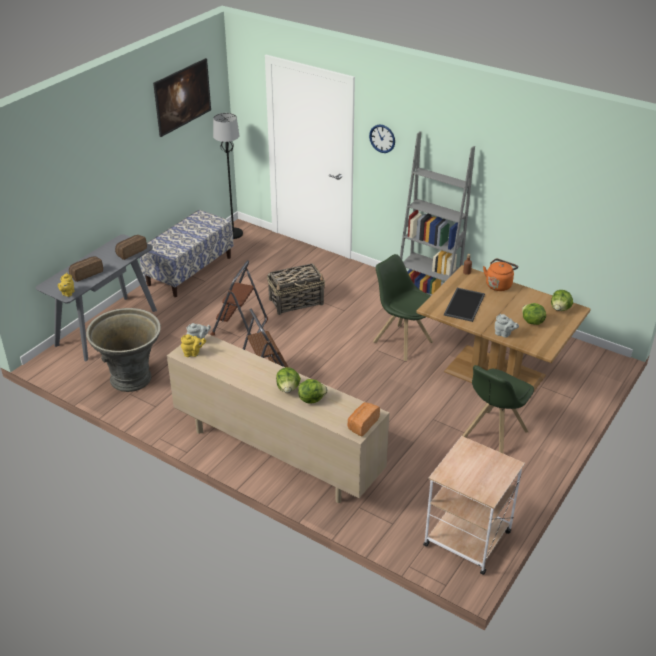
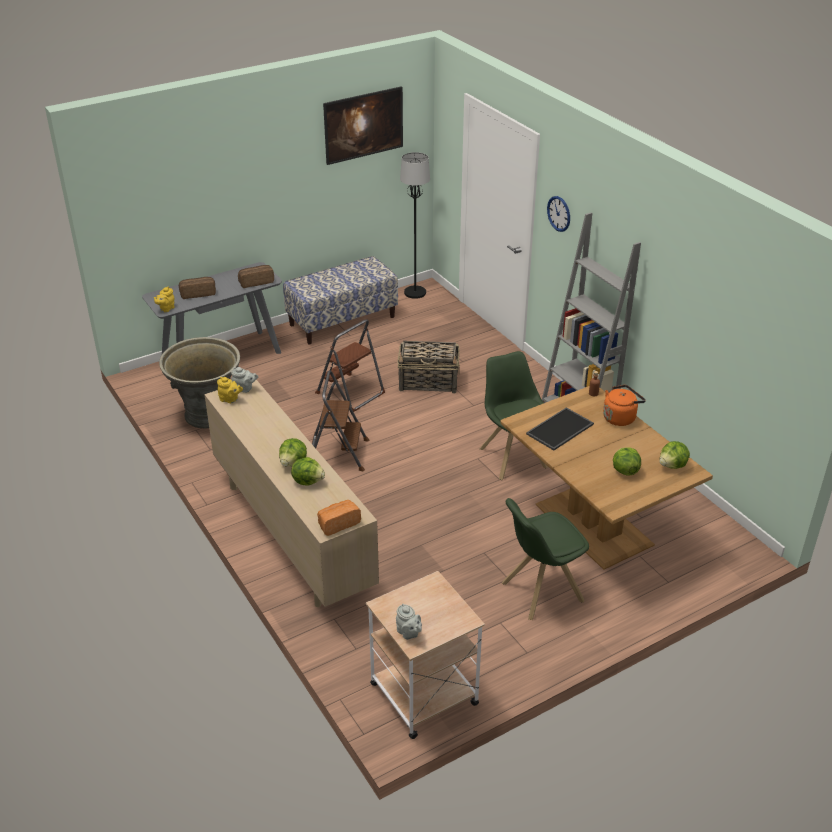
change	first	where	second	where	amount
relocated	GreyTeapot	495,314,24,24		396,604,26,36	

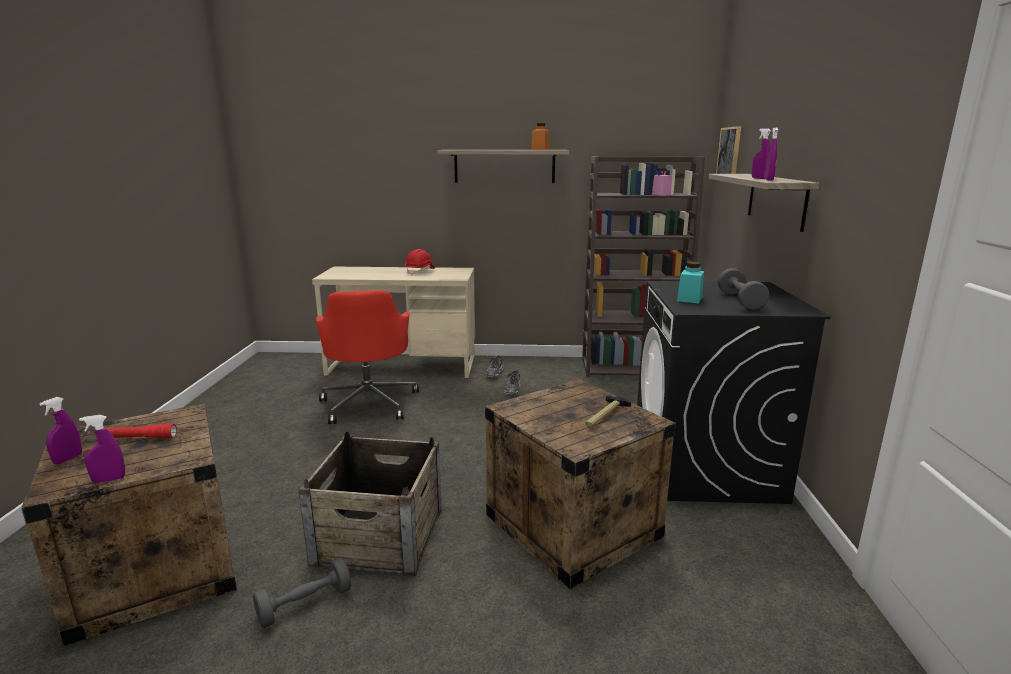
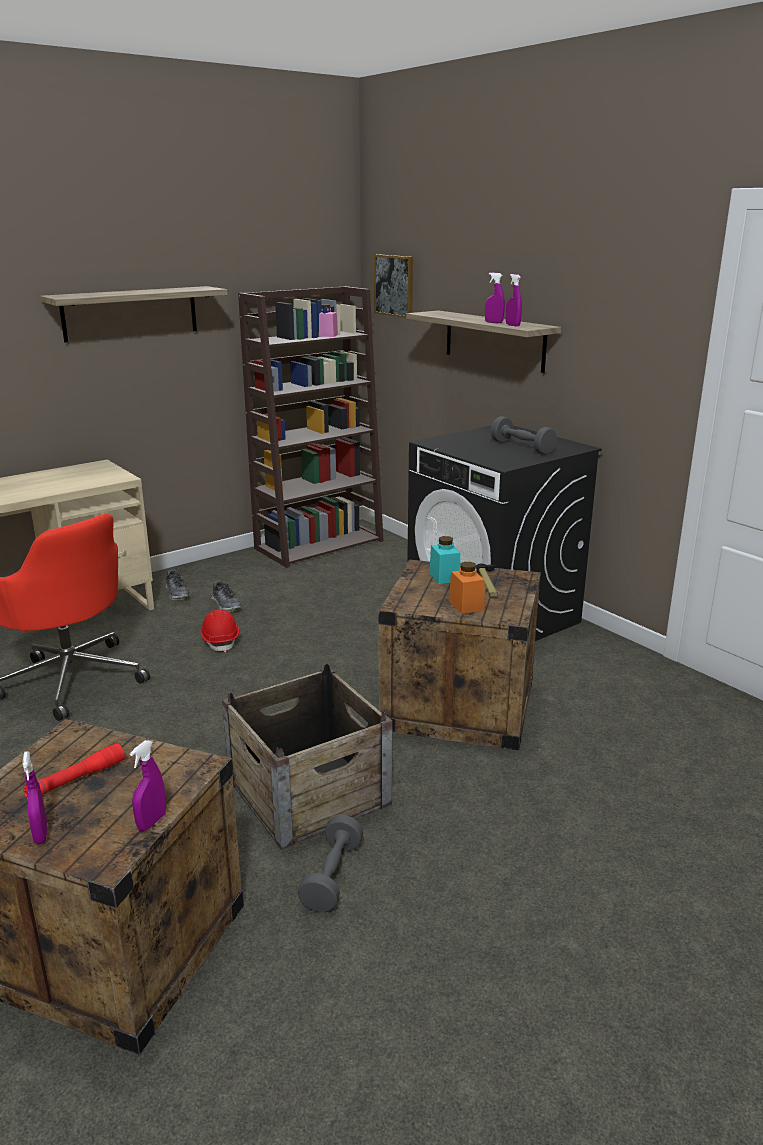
change	first	where	second	where	amount
relocated	RedHardHat	405,249,30,26		200,609,39,43	
relocated	OrangeJar	531,123,19,27		449,562,36,52	
relocated	TurquoiseJar	677,262,27,41		429,536,32,48	

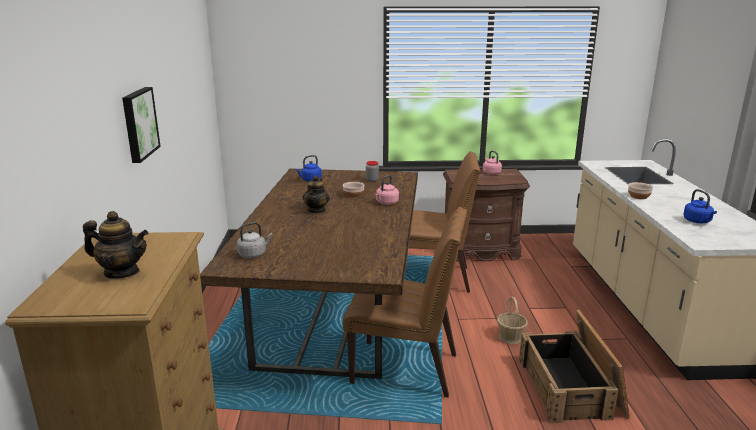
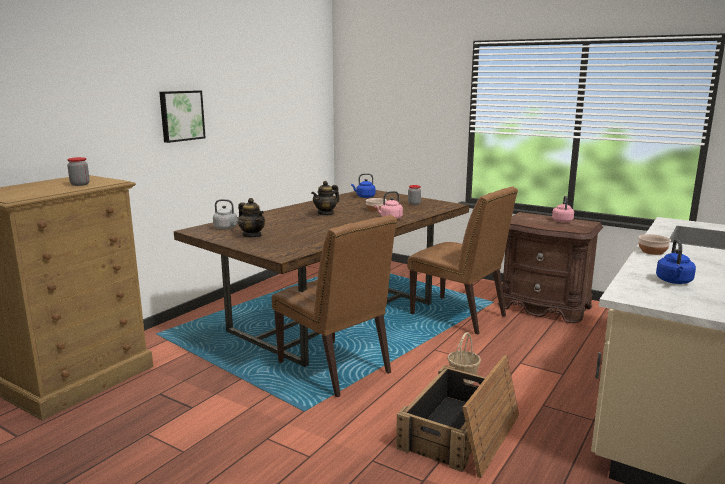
change	first	where	second	where	amount
relocated	Teapot	83,211,66,68		238,198,27,39	
appeared			Jar	67,157,23,29	

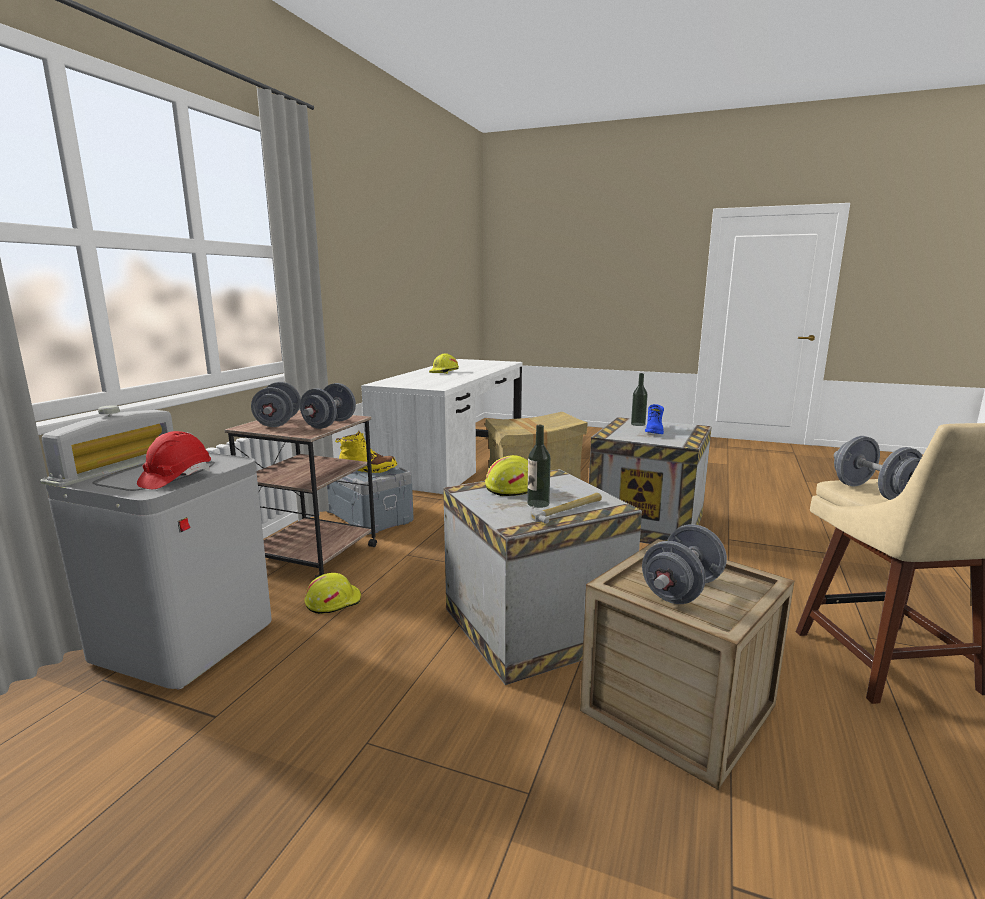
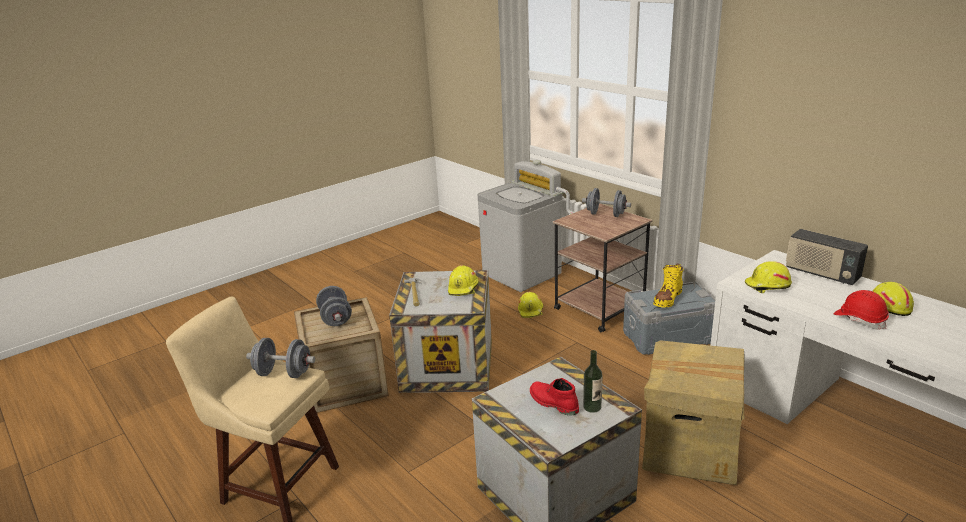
change	first	where	second	where	amount
relocated	RedHardHat	137,431,74,58		834,290,55,40	
missing	GreyDumbbell	300,383,56,46			
missing	Bottle	527,425,24,83			
colour	BlueBoot	645,404,19,30	RedBoot	530,378,49,38	
appeared			YellowHardHat	745,261,47,32	
appeared			Radio	786,229,82,56	

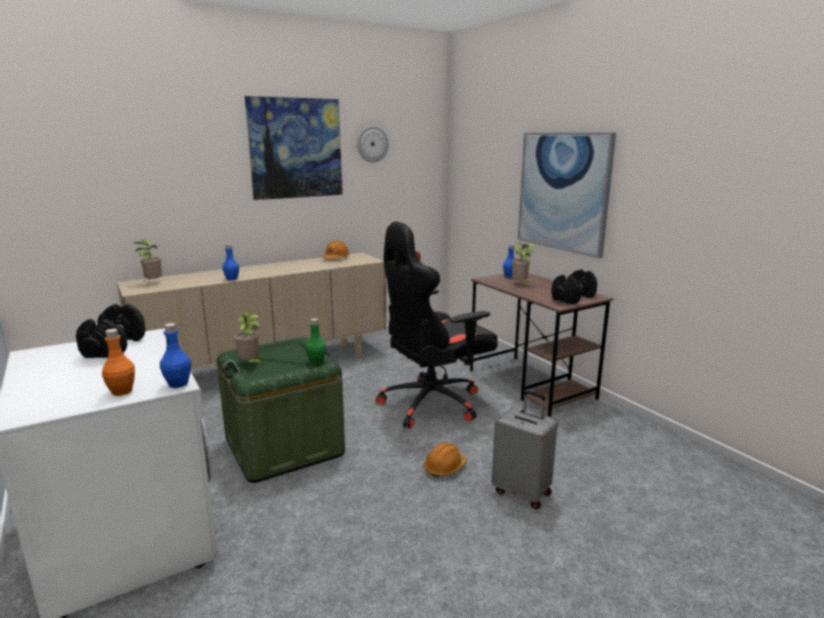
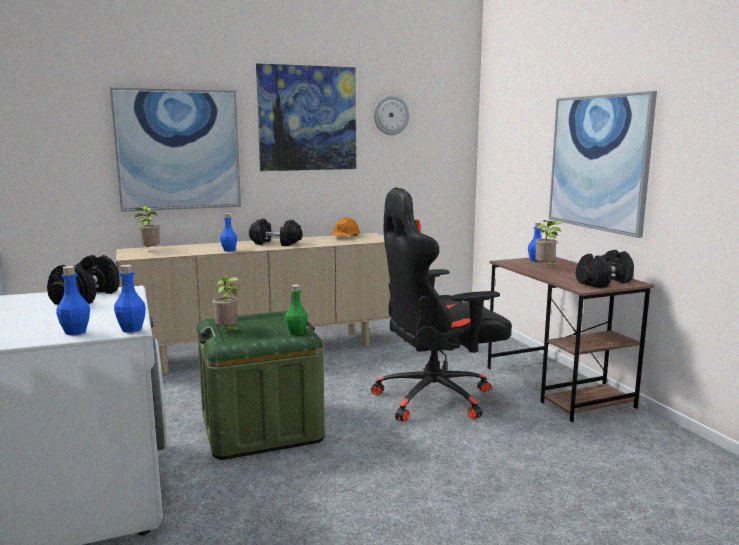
change	first	where	second	where	amount
colour	OrangeBottle	102,329,33,67	BlueBottle	56,266,34,69	
missing	OrangeHardHat	424,442,43,35			
missing	GreySuitcase	492,390,66,119			
appeared			Picture	110,88,131,124	
appeared			BlackDumbbell	249,219,54,27	

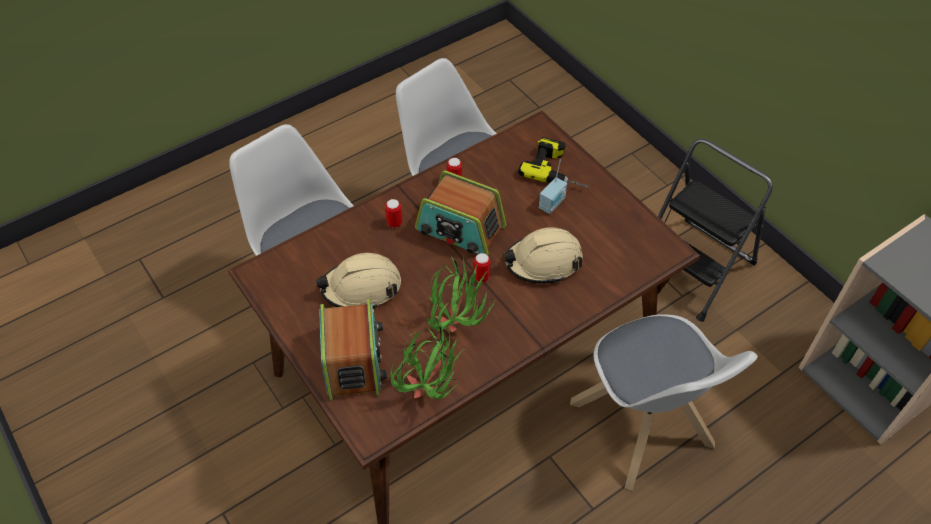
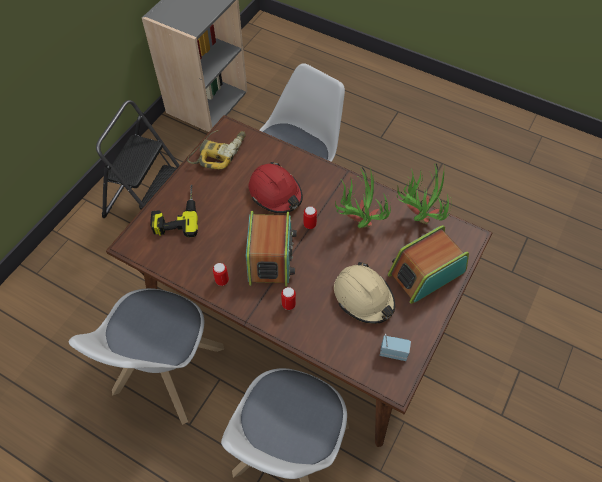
change	first	where	second	where	amount
colour	BeigeHardHat	503,227,79,56	RedHardHat	249,162,54,51	
relocated	Radio	539,159,28,55		380,334,31,27	
appeared			PowerDrill	187,130,59,39	

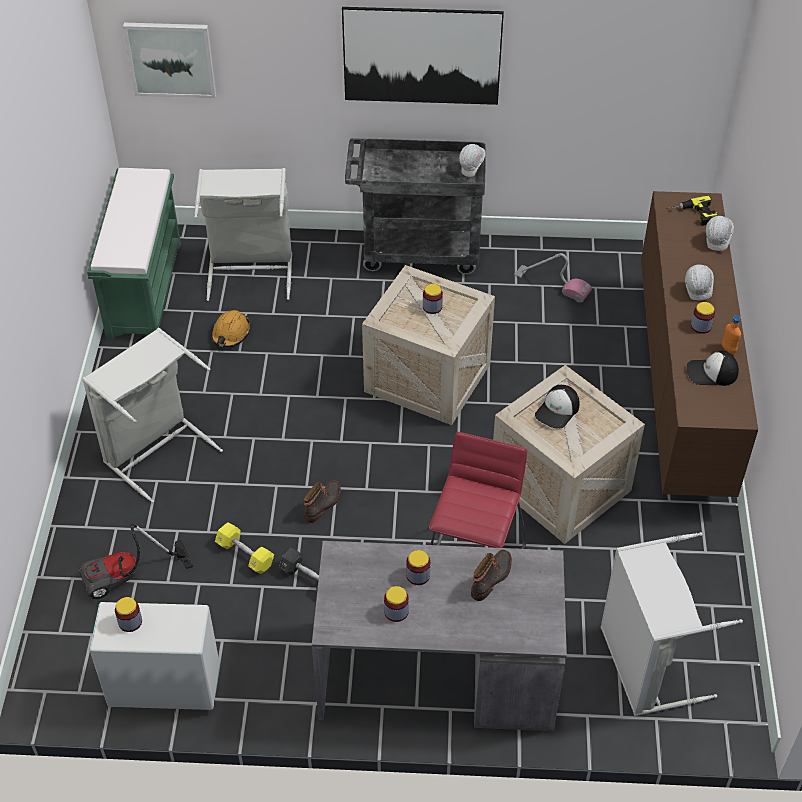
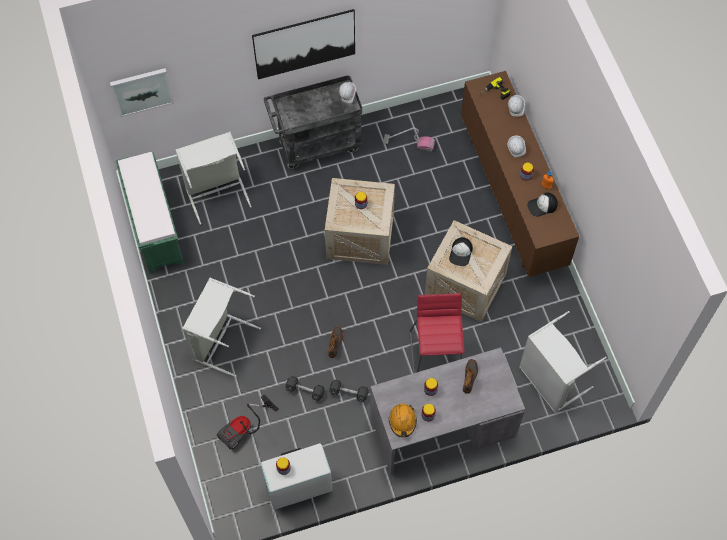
change	first	where	second	where	amount
relocated	OrangeHardHat	211,310,40,37		389,403,28,34	
colour	YellowDumbbell	215,522,59,52	BlackDumbbell	285,376,40,25	

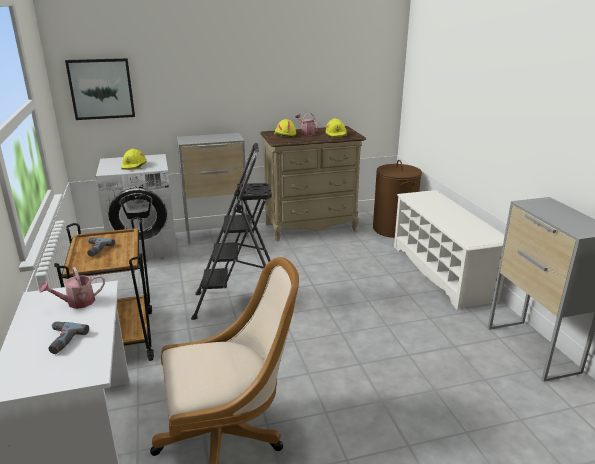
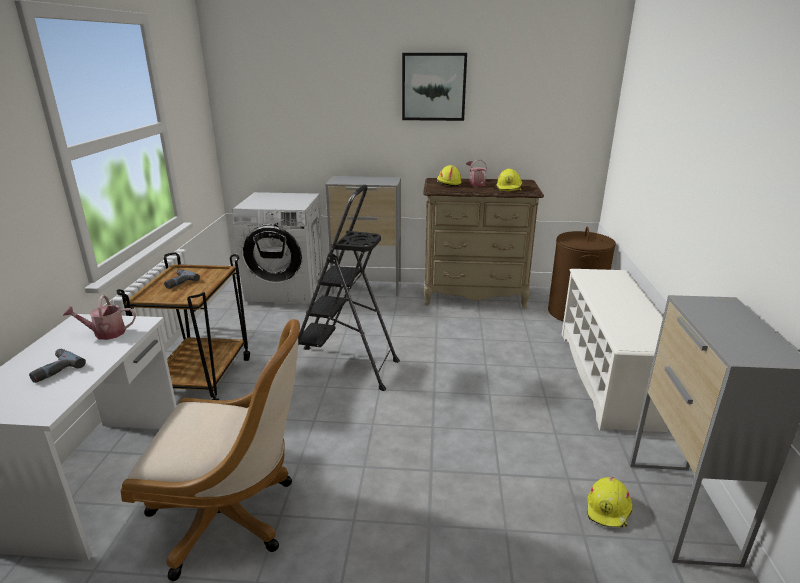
change	first	where	second	where	amount
relocated	Picture	65,58,70,62		402,53,65,68	
relocated	YellowHardHat	121,149,26,21		587,477,46,50	

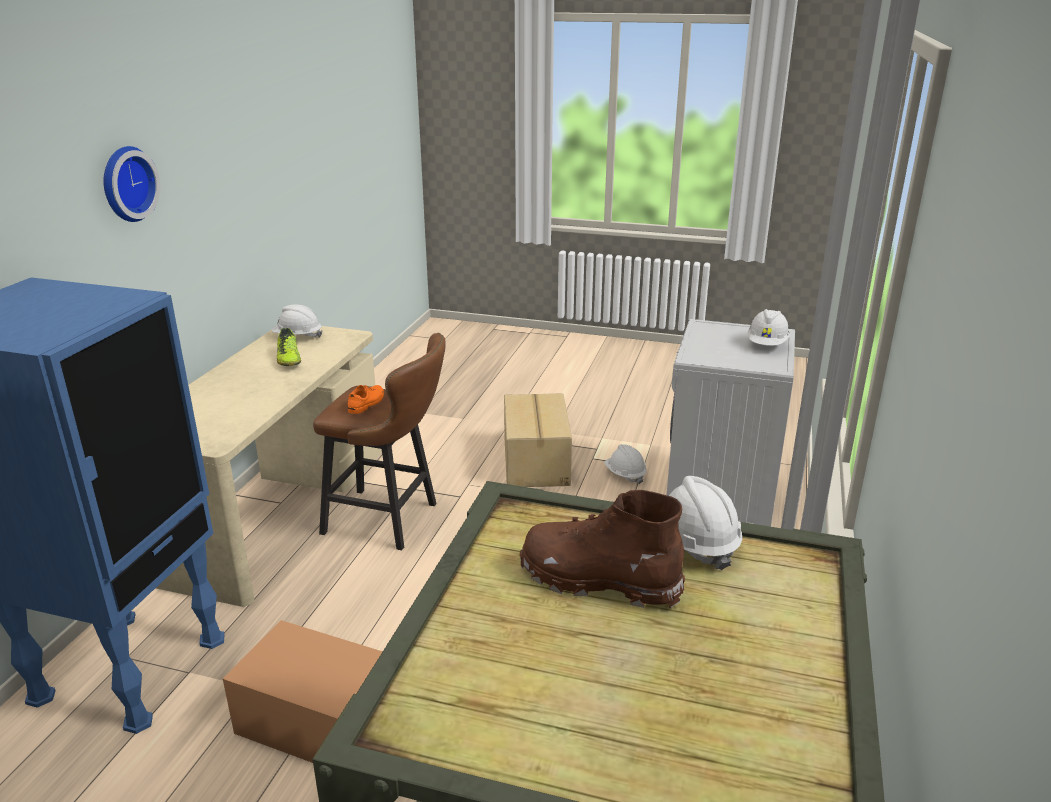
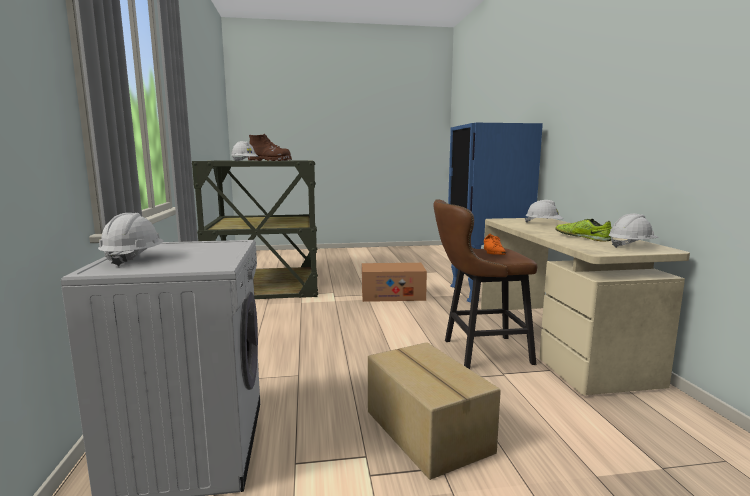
change	first	where	second	where	amount
missing	WallClock	103,146,57,76			
relocated	WhiteHardHat	604,444,43,40		525,200,38,23	

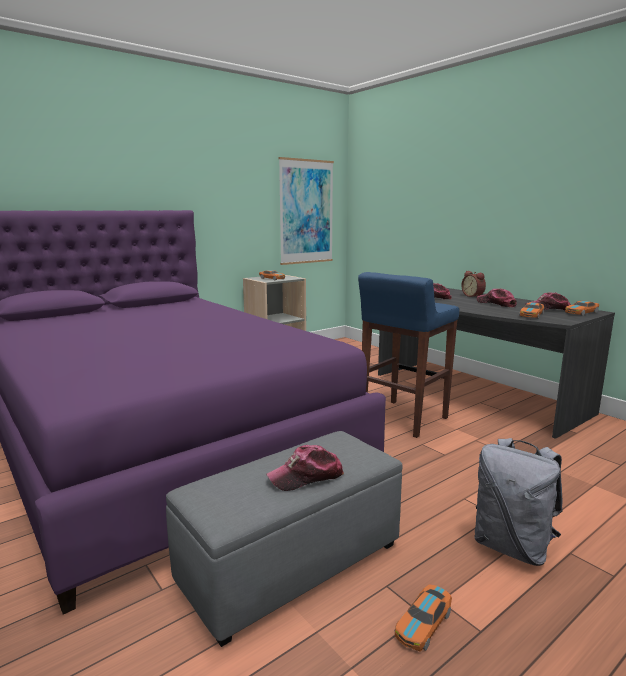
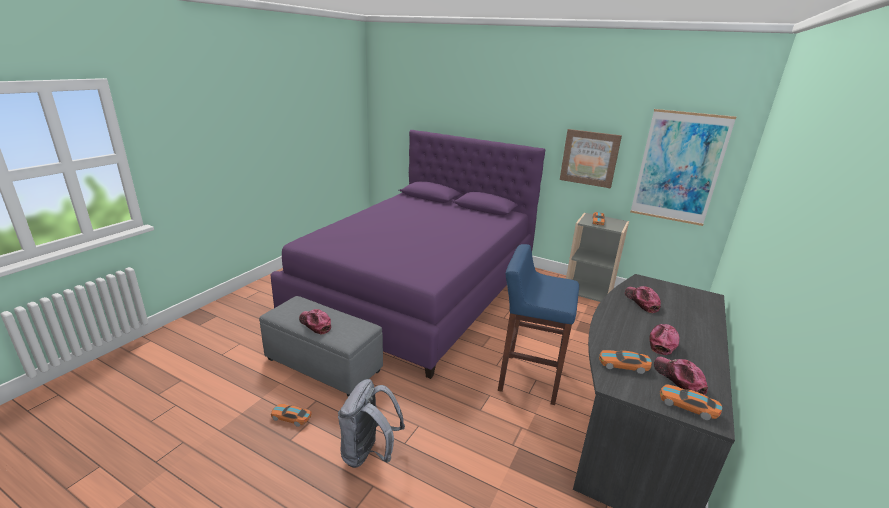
change	first	where	second	where	amount
missing	AlarmClock	461,271,25,26			
appeared			Picture	560,129,62,59	

